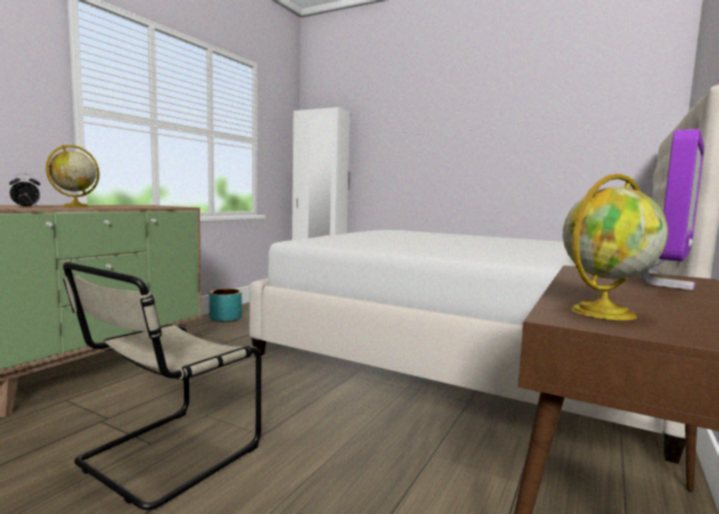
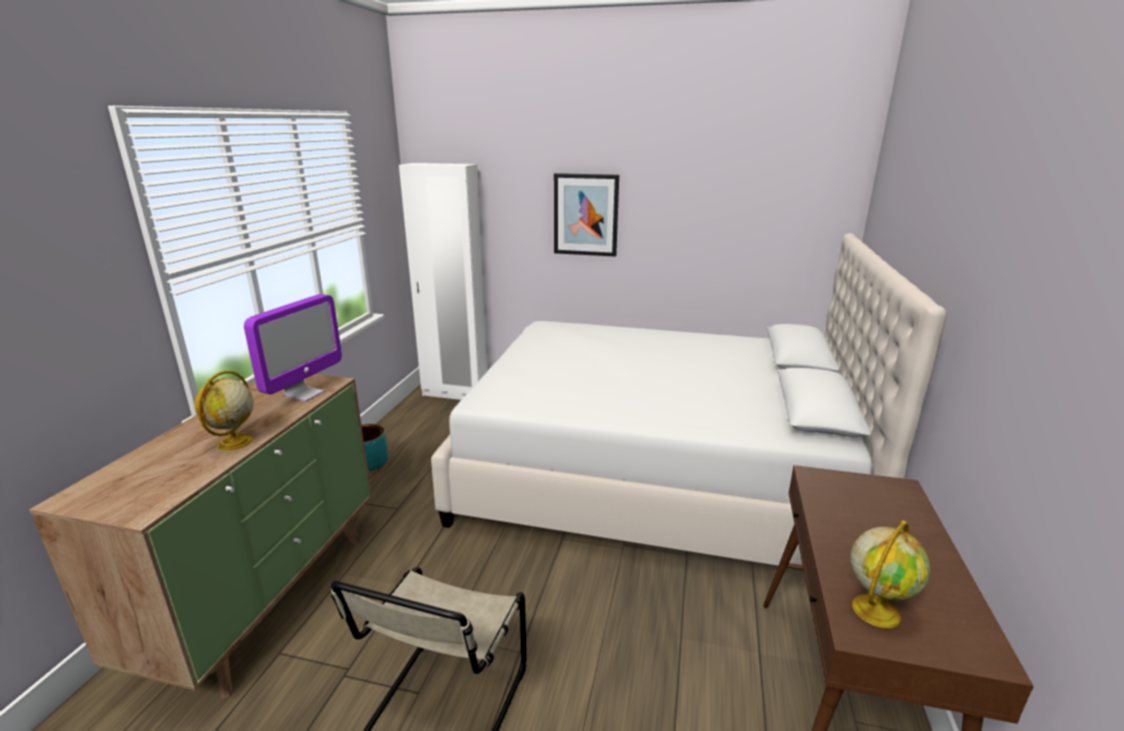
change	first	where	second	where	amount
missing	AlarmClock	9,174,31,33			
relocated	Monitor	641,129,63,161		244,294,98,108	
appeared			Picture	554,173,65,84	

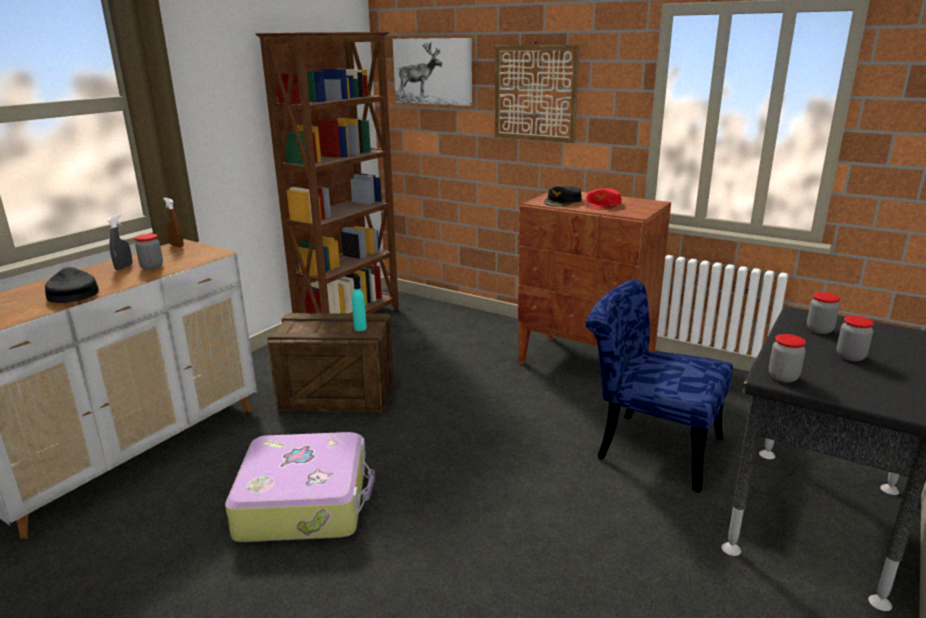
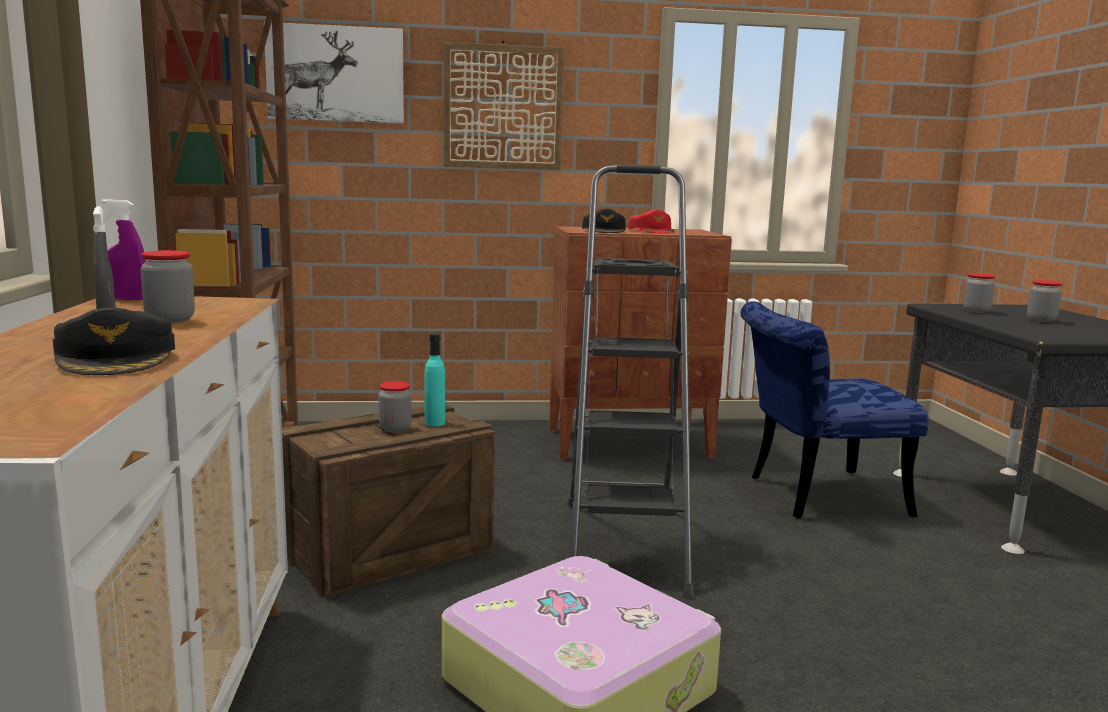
change	first	where	second	where	amount
spun	BlackCap	45,267,54,36		53,308,122,67	135 degrees counterclockwise
colour	BrownSprayBottle	163,198,21,49	PurpleSprayBottle	101,199,45,101	
relocated	Jar	769,334,37,49		379,381,33,51	
appeared			StepLadder	567,164,129,435	

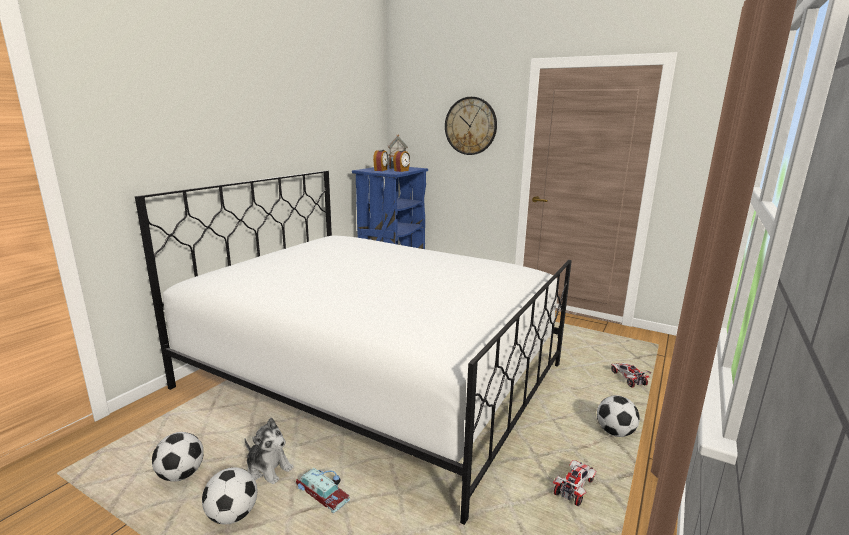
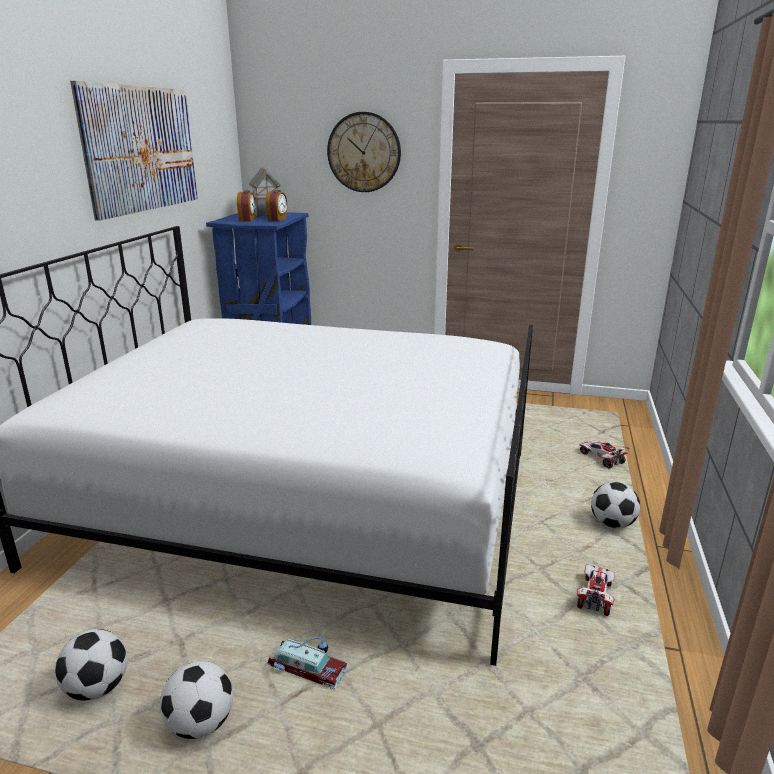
change	first	where	second	where	amount
missing	PlushToy	245,417,49,67			
appeared			Picture	70,81,128,140	

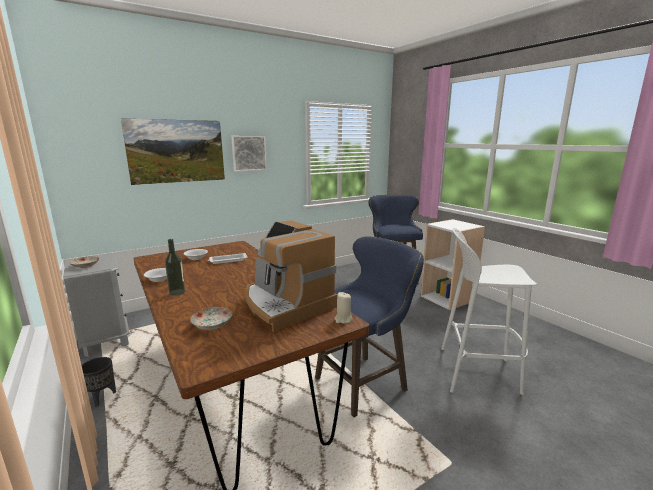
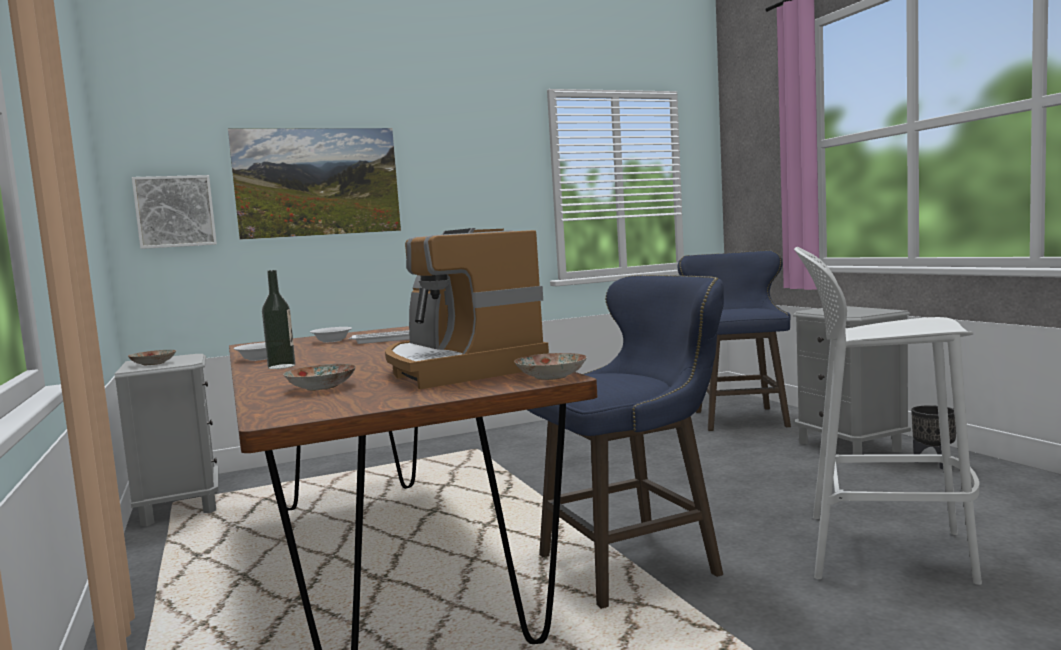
change	first	where	second	where	amount
relocated	BlackPlanter	82,357,34,50		911,405,45,64	
relocated	Picture	231,136,36,36		132,175,85,74	
exchanged	BeigeCandle	334,292,19,32	Plate	514,353,73,27	
exchanged	Bookcase	421,219,64,91	GreyNightstand	793,306,118,149	

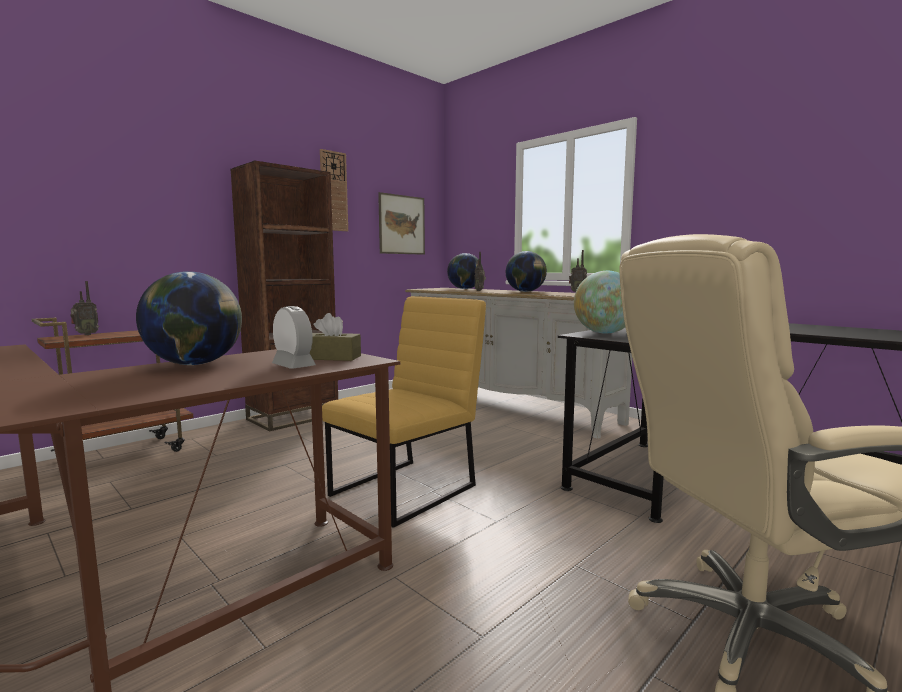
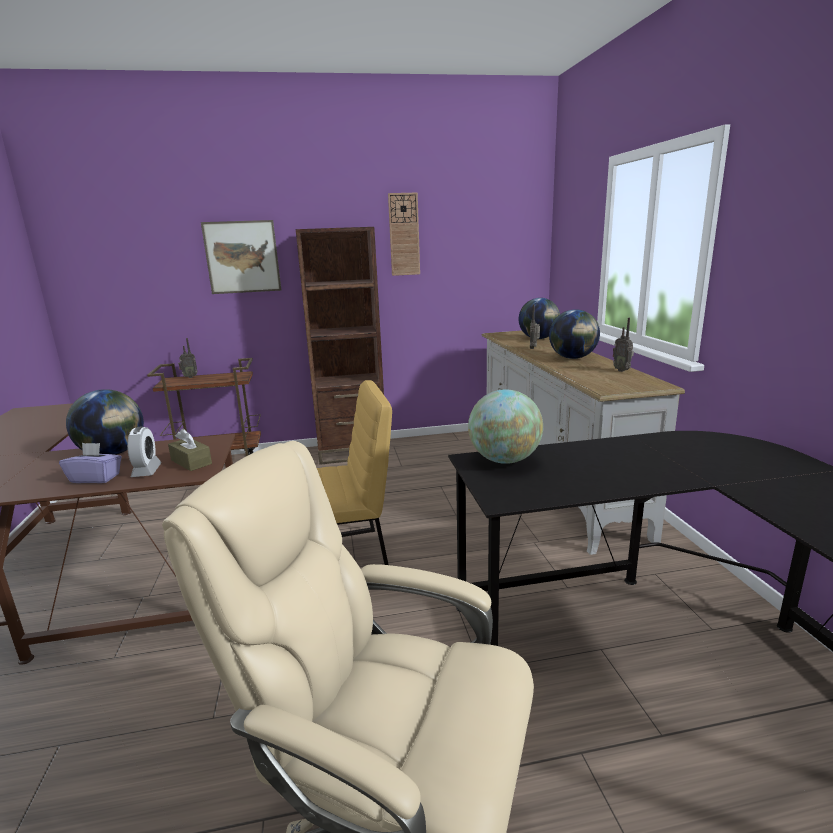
change	first	where	second	where	amount
relocated	Picture	378,192,47,63		201,220,80,74	
appeared			PurpleTissueBox	59,443,63,40	

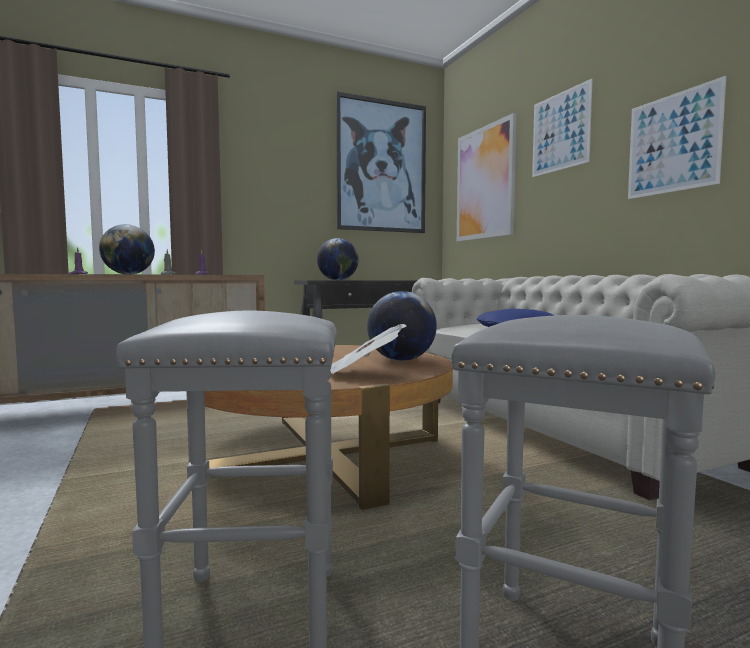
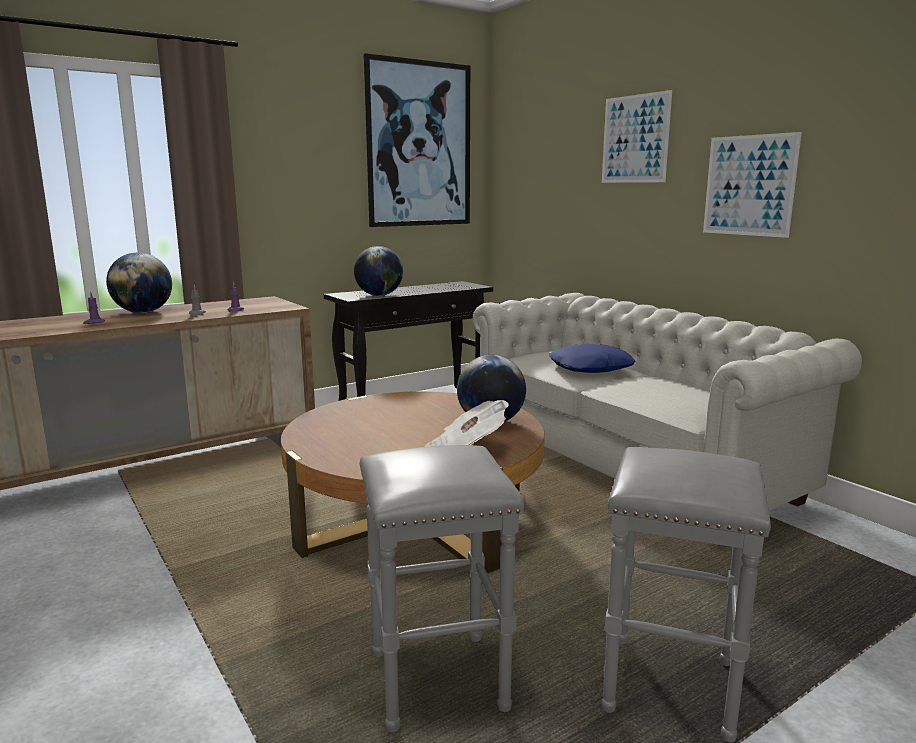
change	first	where	second	where	amount
missing	Picture	457,113,59,128			

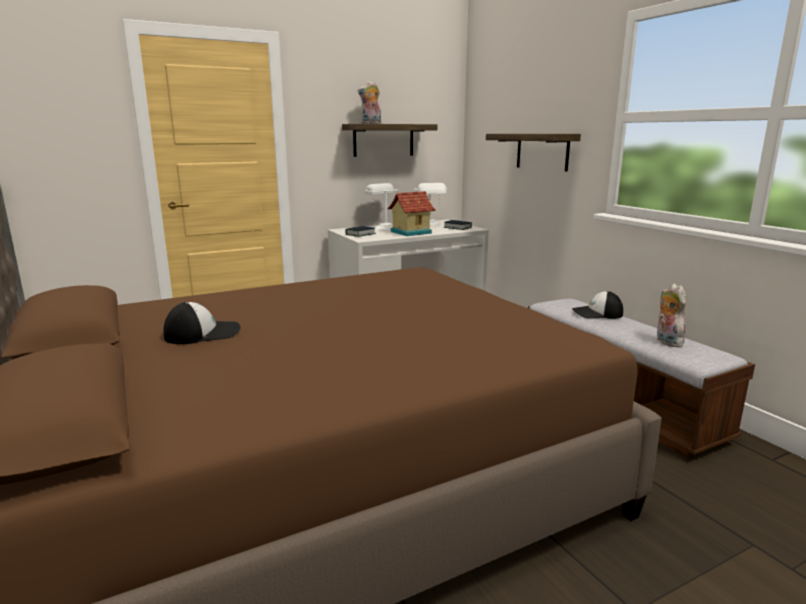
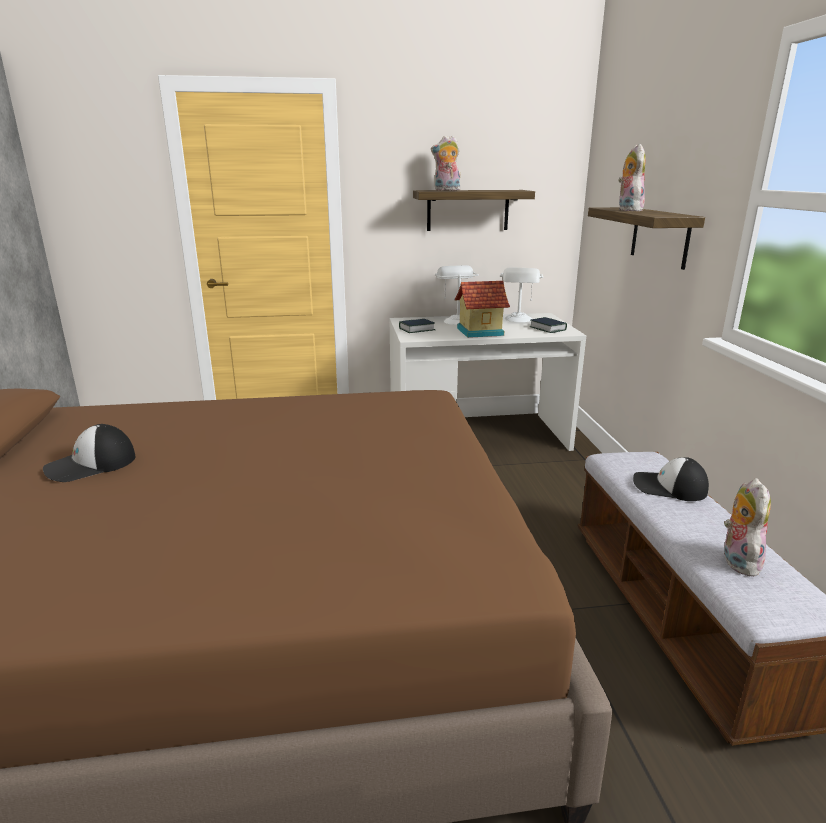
change	first	where	second	where	amount
spun	Cap	163,302,77,42		43,424,92,58	150 degrees clockwise
appeared			PlushToy	618,144,28,67	

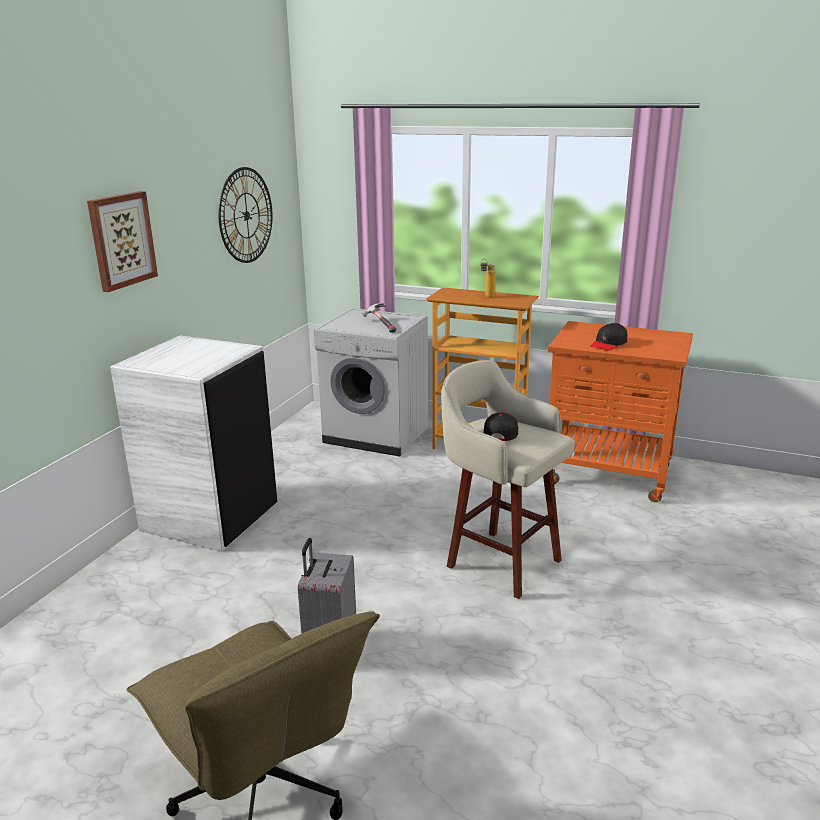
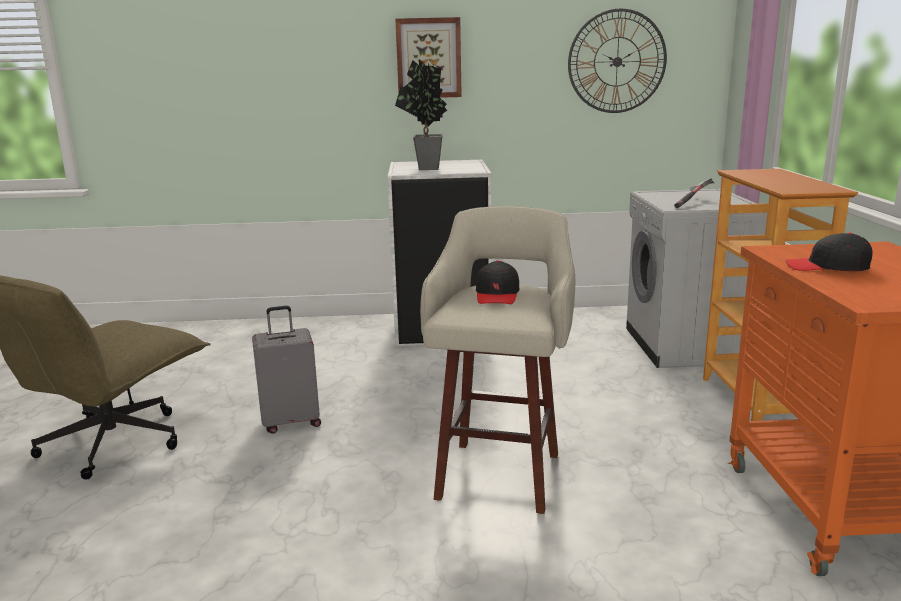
change	first	where	second	where	amount
missing	Bottle	480,259,16,38			
spun	BlackCap	484,413,34,28		476,261,43,43	105 degrees clockwise
appeared			PottedPlant	395,59,52,111	

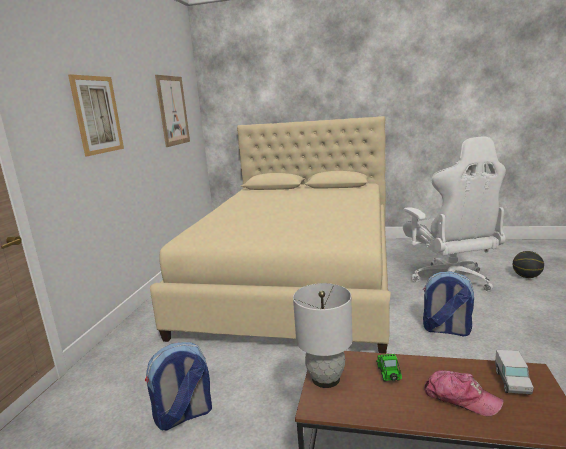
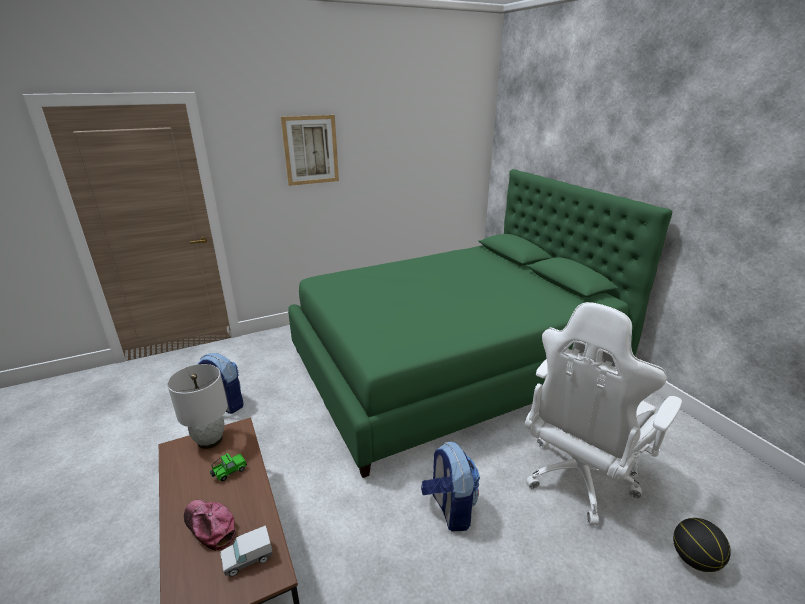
change	first	where	second	where	amount
colour	BeigeBed	150,116,241,237	GreenBed	288,169,384,309	
missing	Picture	155,75,35,72			
spun	Cap	424,370,79,47		184,500,52,52	135 degrees clockwise

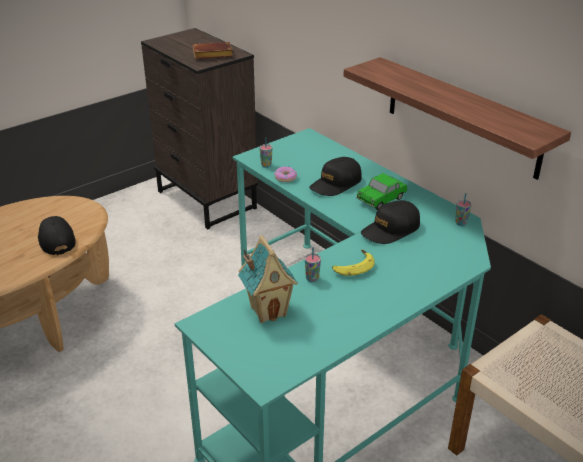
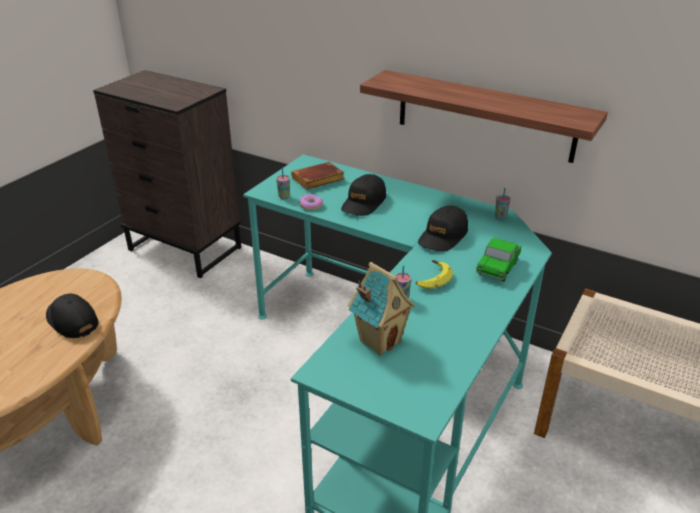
change	first	where	second	where	amount
relocated	BrownBook	193,42,40,17		291,162,54,27	
relocated	ToyCar	356,173,51,37		476,238,45,43	

